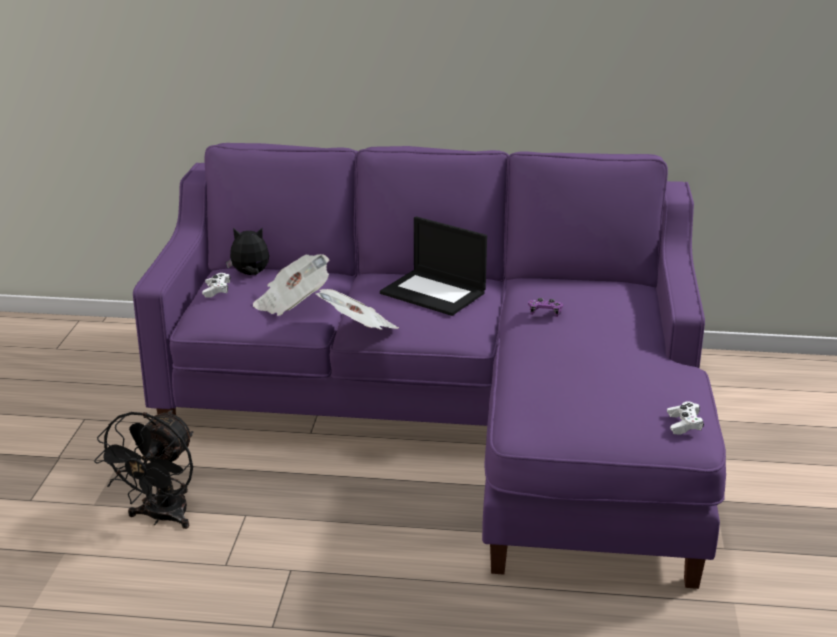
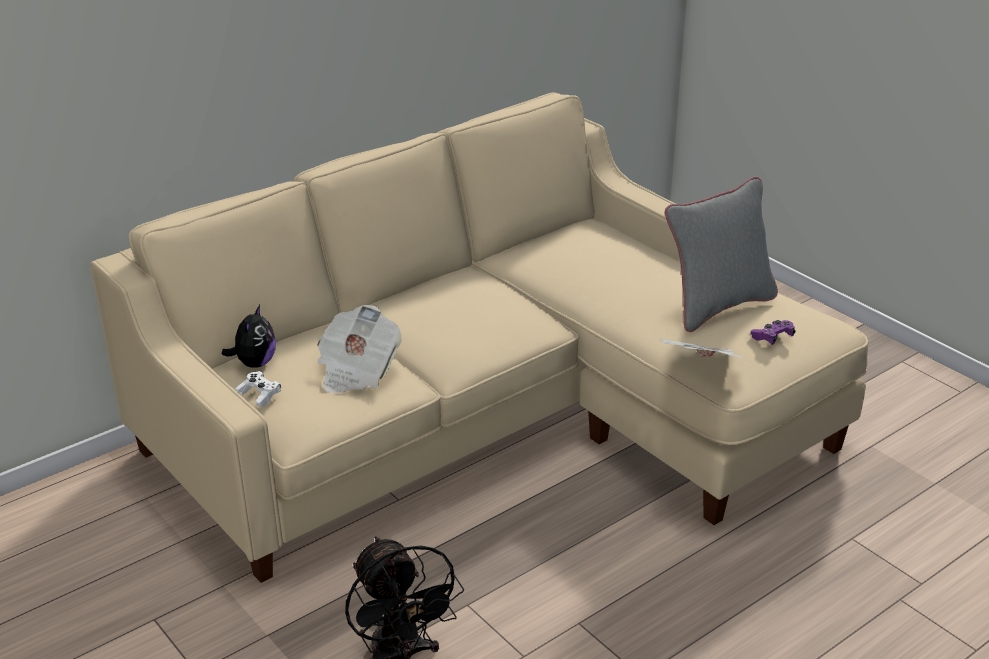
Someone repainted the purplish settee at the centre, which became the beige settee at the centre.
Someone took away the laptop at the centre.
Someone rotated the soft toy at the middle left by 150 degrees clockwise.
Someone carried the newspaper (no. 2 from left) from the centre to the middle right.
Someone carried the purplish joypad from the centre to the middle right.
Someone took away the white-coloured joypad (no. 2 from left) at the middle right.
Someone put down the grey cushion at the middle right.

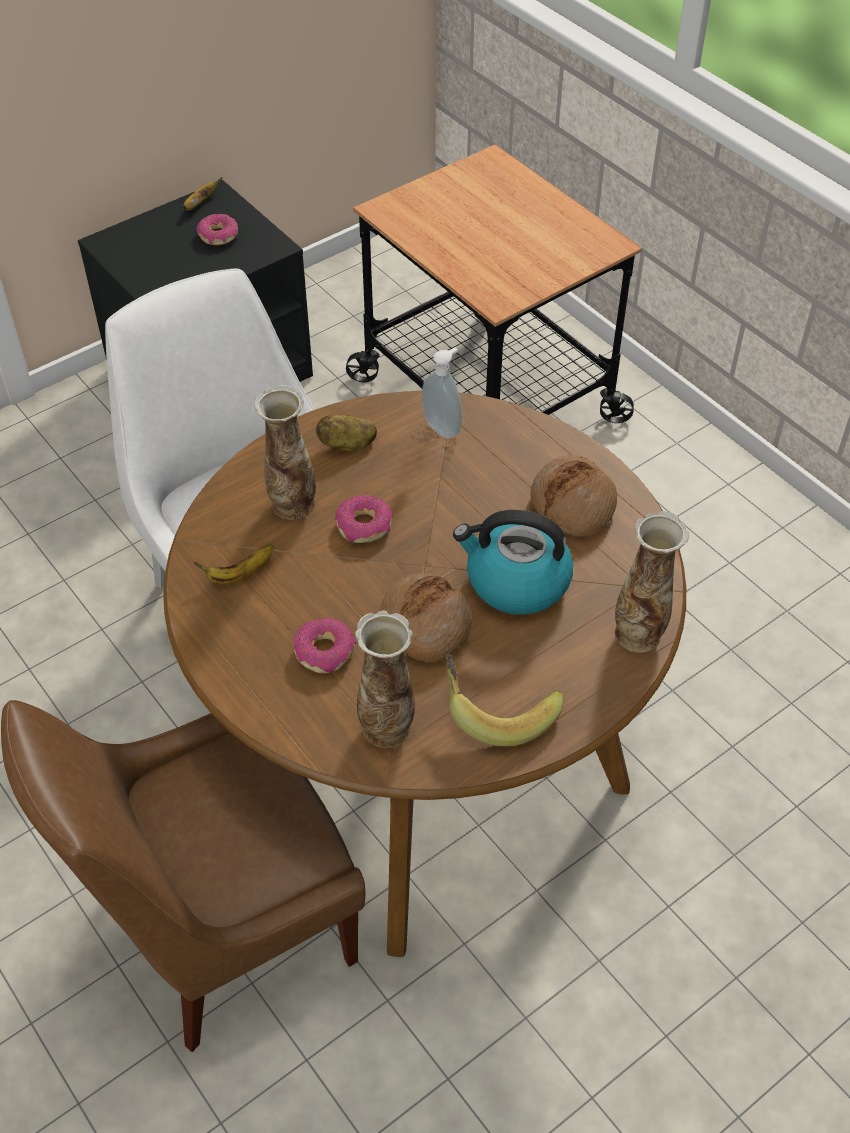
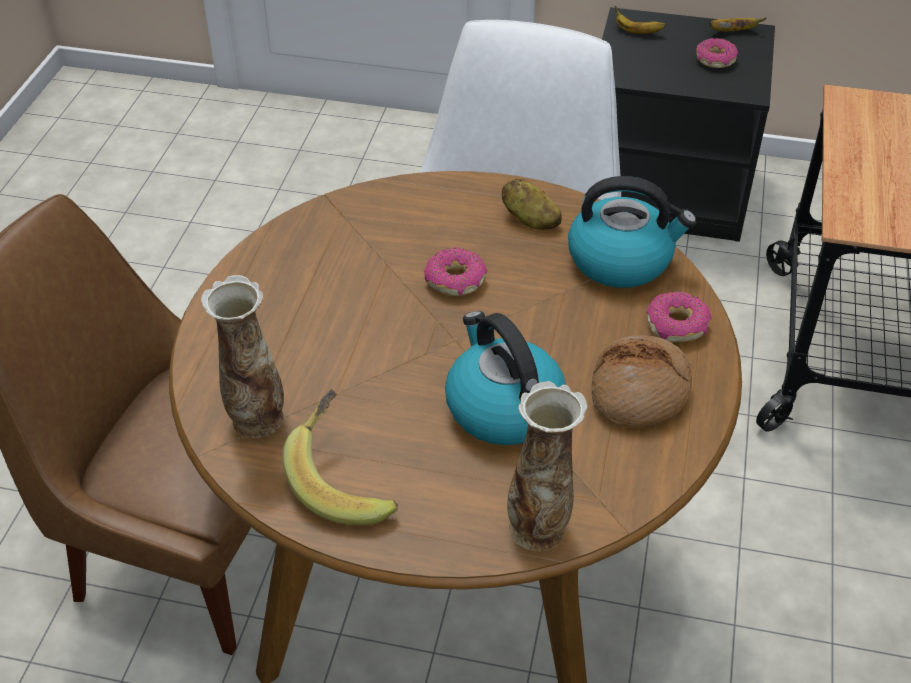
Someone swapped the liquid soap bottle at the centre for the kettle (no. 2 from left) at the middle right.
Someone took away the decorative vase (no. 1 from left) at the centre.
Someone carried the banana fruit (no. 2 from left) from the middle left to the top right.
Someone took away the bread (no. 1 from left) at the centre.
Someone carried the doughnut (no. 2 from left) from the centre to the middle right.

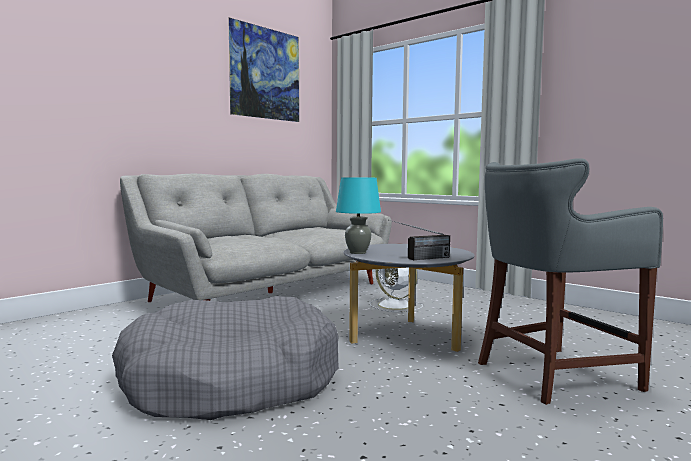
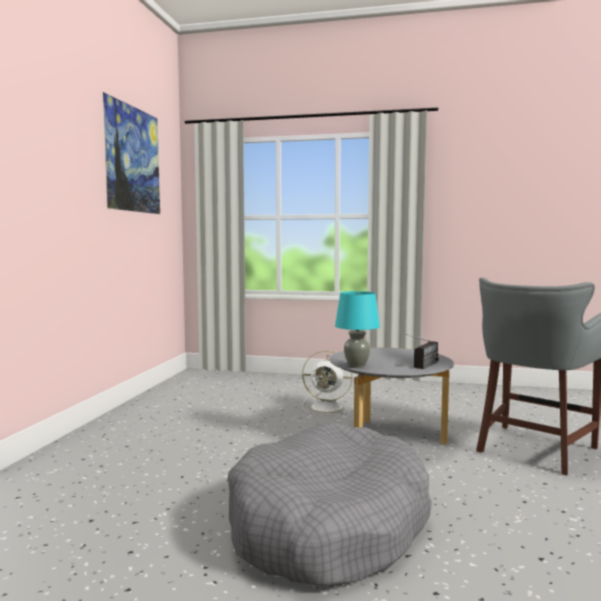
Someone took away the grey settee at the centre.

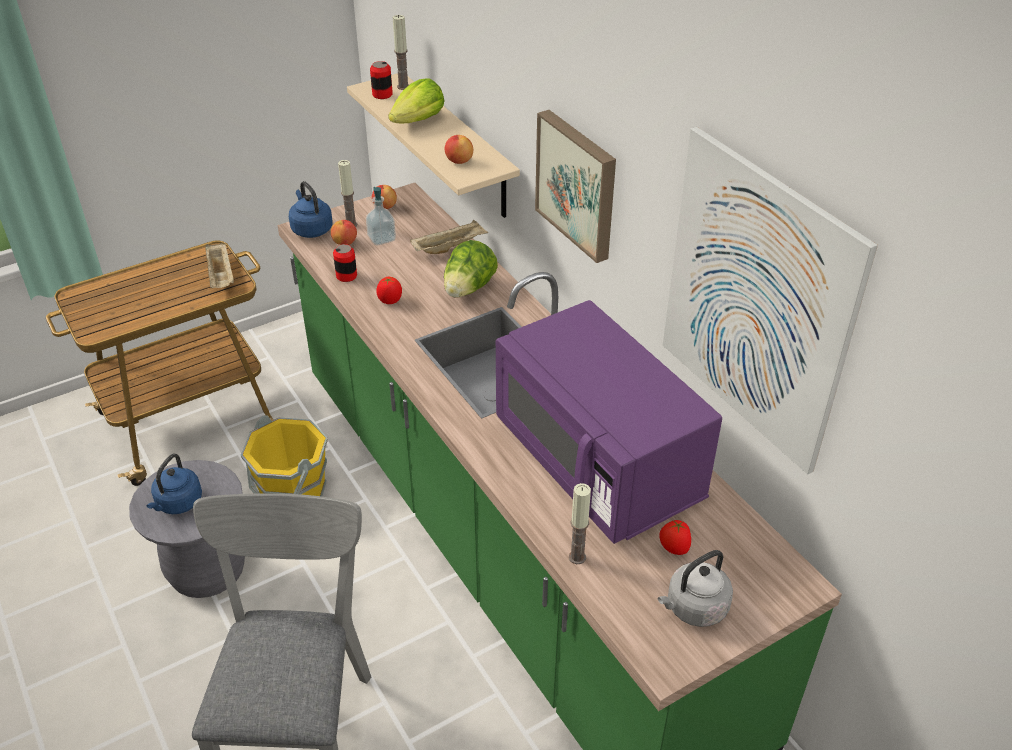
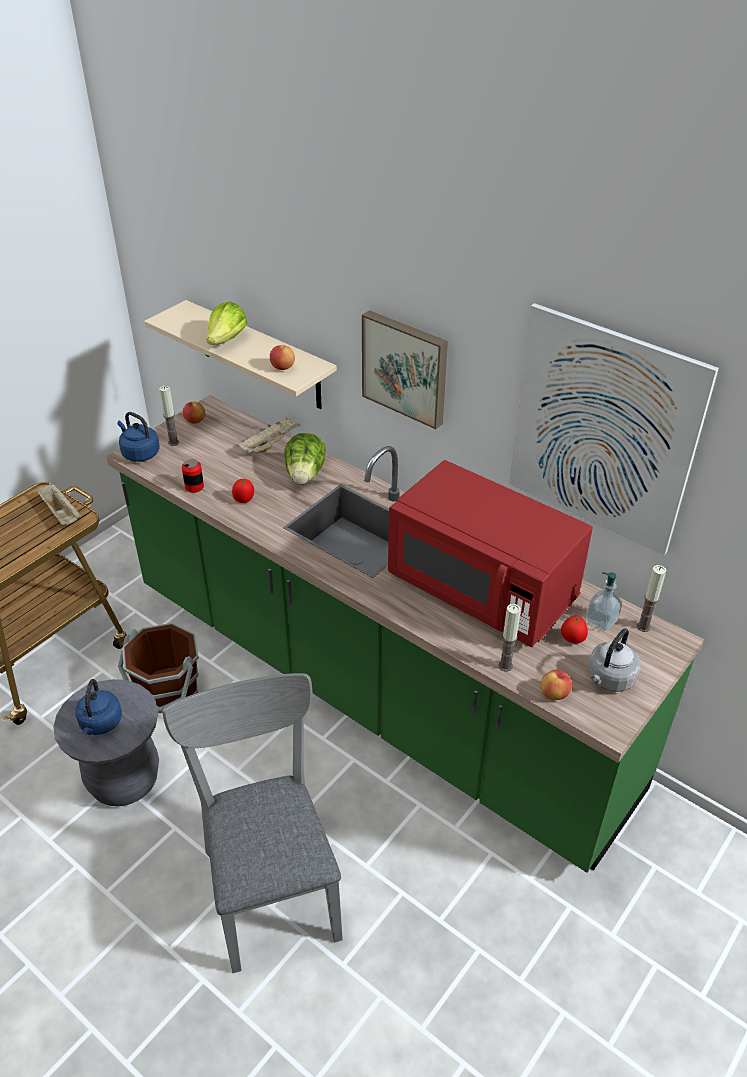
Someone carried the wax light (no. 2 from left in the first image) from the top centre to the middle right.
Someone took away the sealed can (no. 2 from left) at the top centre.
Someone carried the liquid soap bottle from the top centre to the middle right.
Someone carried the apple fruit (no. 1 from left in the first image) from the top centre to the middle right.
Someone repainted the purplish kitchen microwave at the centre, which became the red kitchen microwave at the centre.
Someone repainted the yellowish water bucket at the middle left, which became the brown water bucket at the middle left.

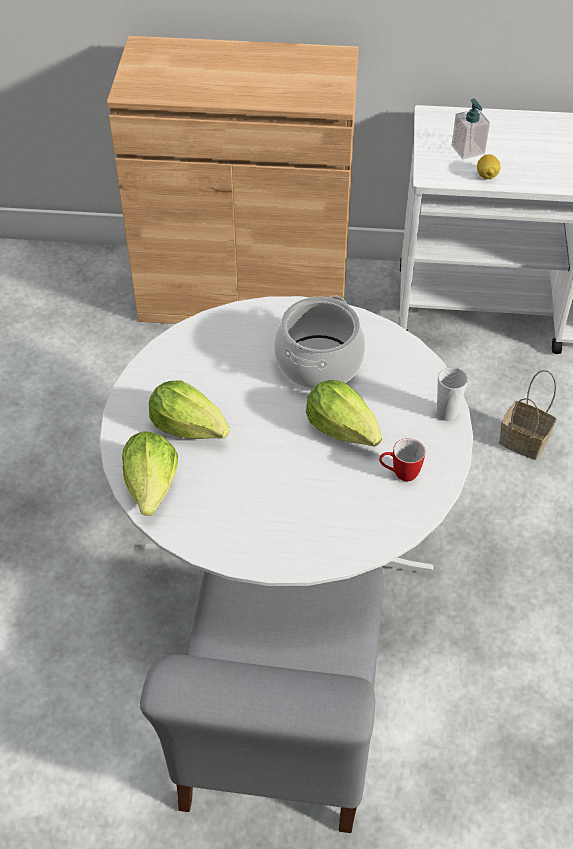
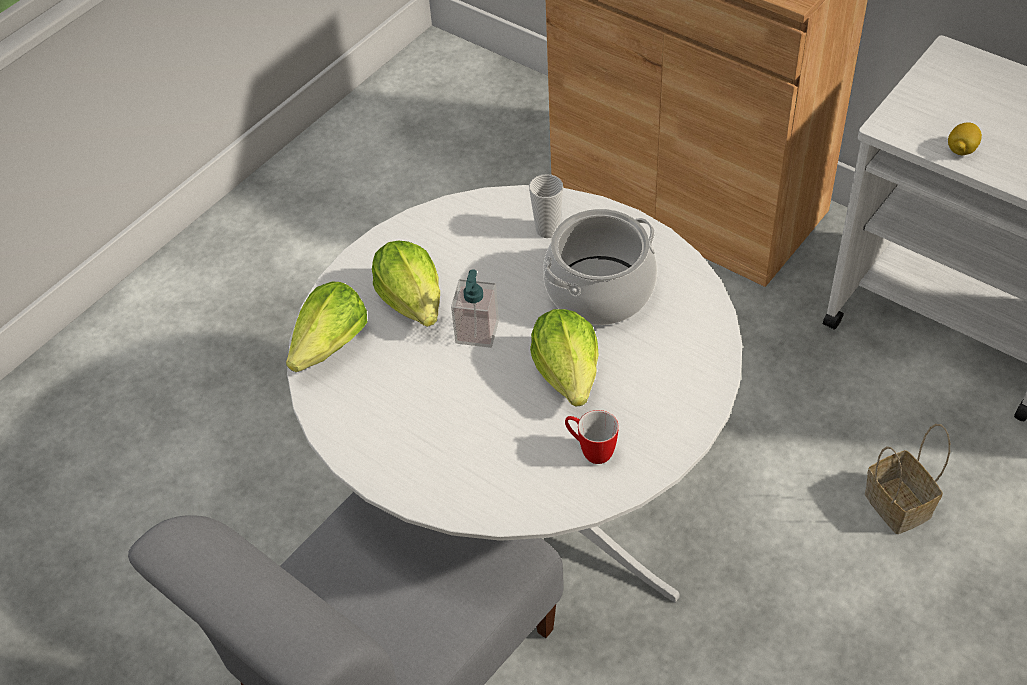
Someone carried the liquid soap bottle from the top right to the centre.
Someone carried the small cup from the middle right to the top centre.

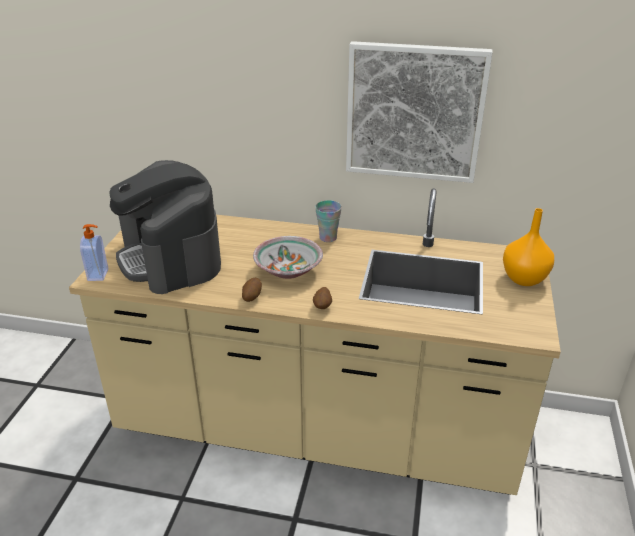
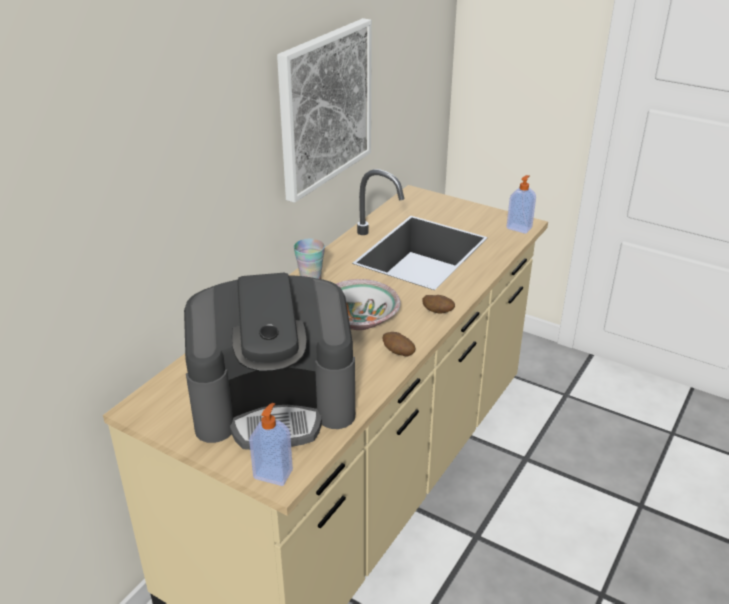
Someone took away the orangey decorative vase at the middle right.
Someone put down the liquid soap bottle (no. 2 from left) at the middle right.

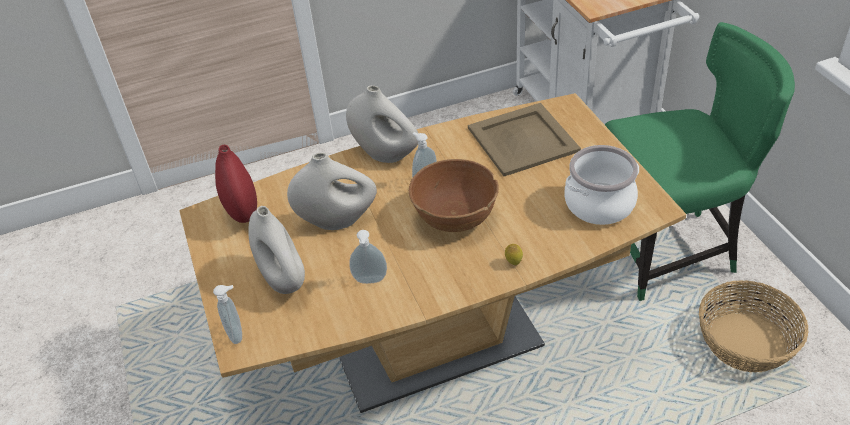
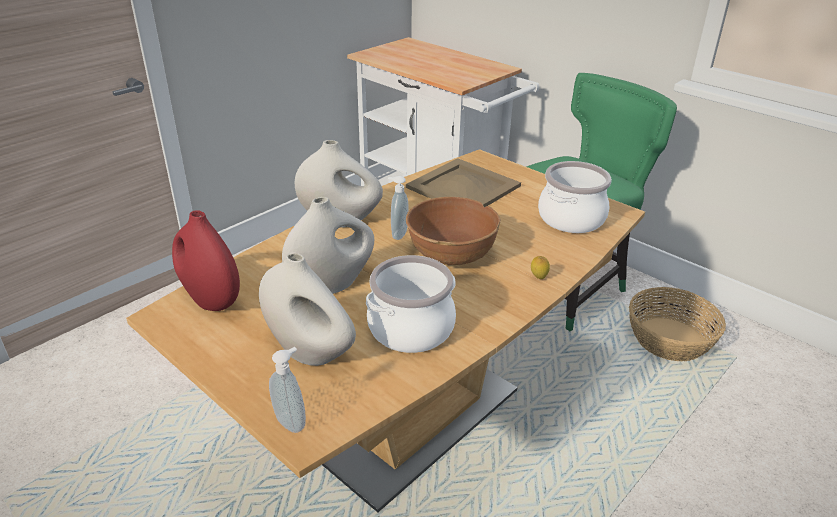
Someone swapped the liquid soap bottle (no. 2 from left) at the centre for the saucepot (no. 1 from left) at the centre.

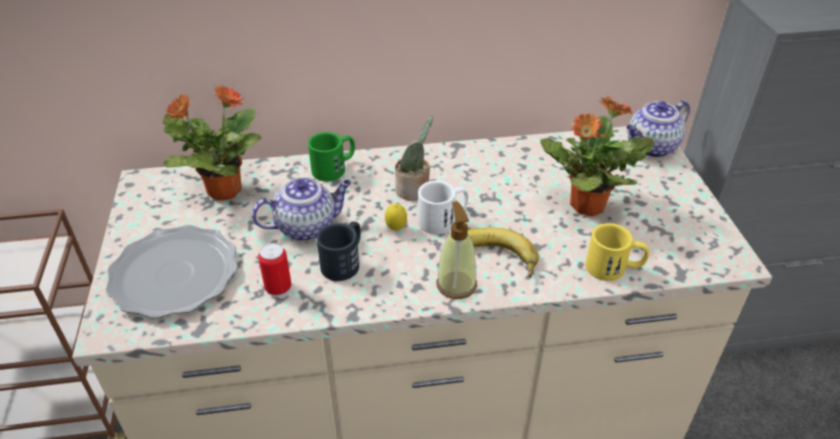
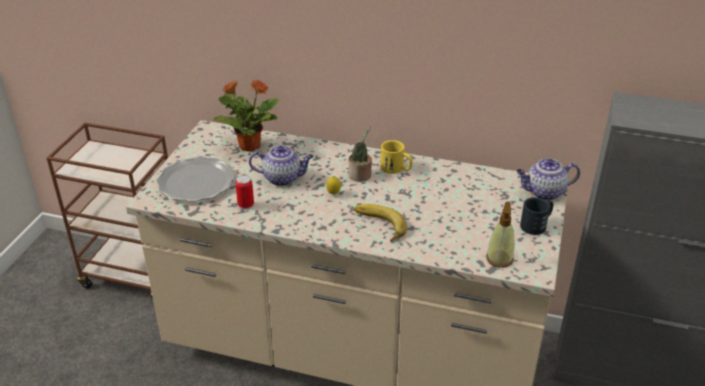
Someone took away the houseplant (no. 3 from left) at the middle right.
Someone took away the green coffee mug at the centre.
Someone took away the white-coloured coffee mug at the centre.
Someone carried the liquid soap bottle from the centre to the middle right.
Someone carried the black-coloured coffee mug from the centre to the middle right.
Someone carried the yellowish coffee mug from the middle right to the centre.

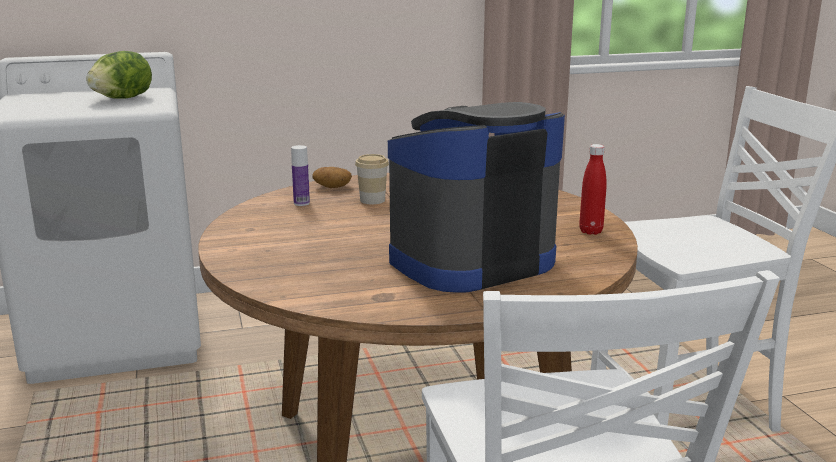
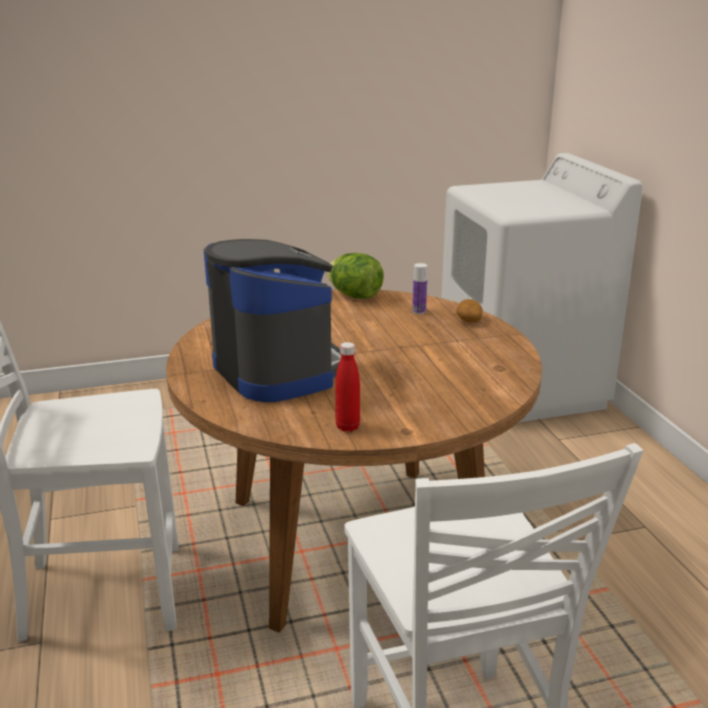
Someone carried the lettuce from the top left to the centre.
Someone took away the small cup at the centre.

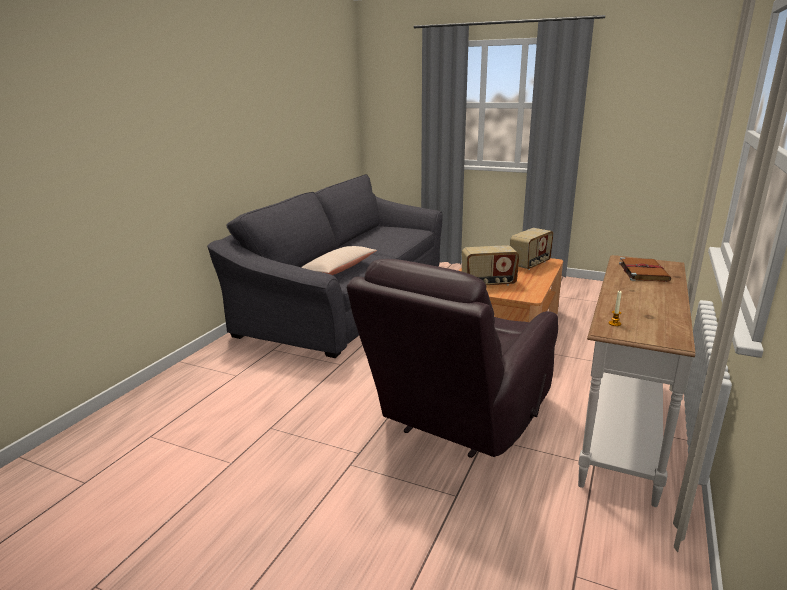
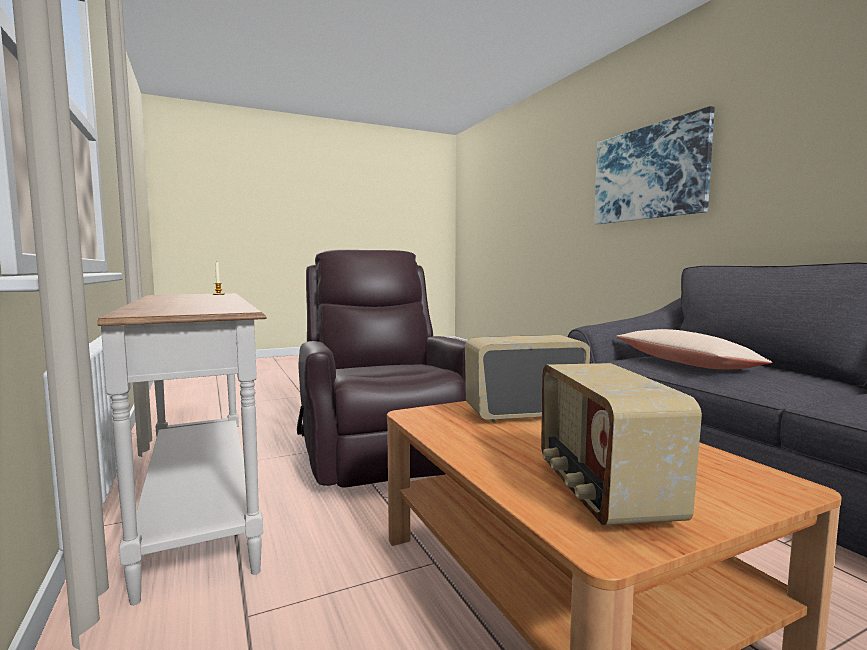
Someone rotated the radio (no. 1 from left) at the centre by 45 degrees clockwise.
Someone took away the brown book at the middle right.
Someone put up the picture at the top right.

